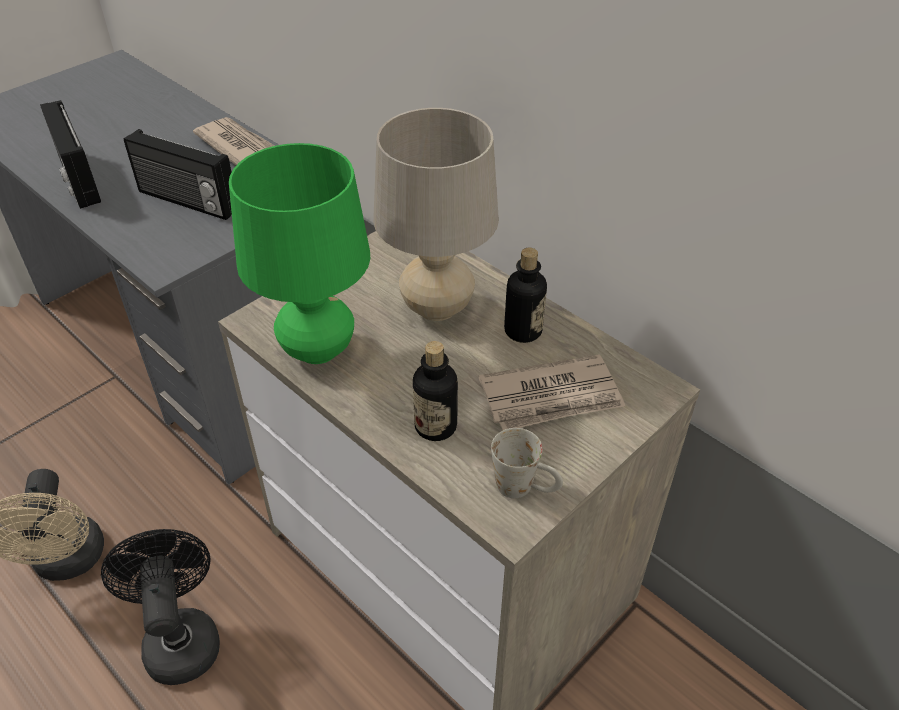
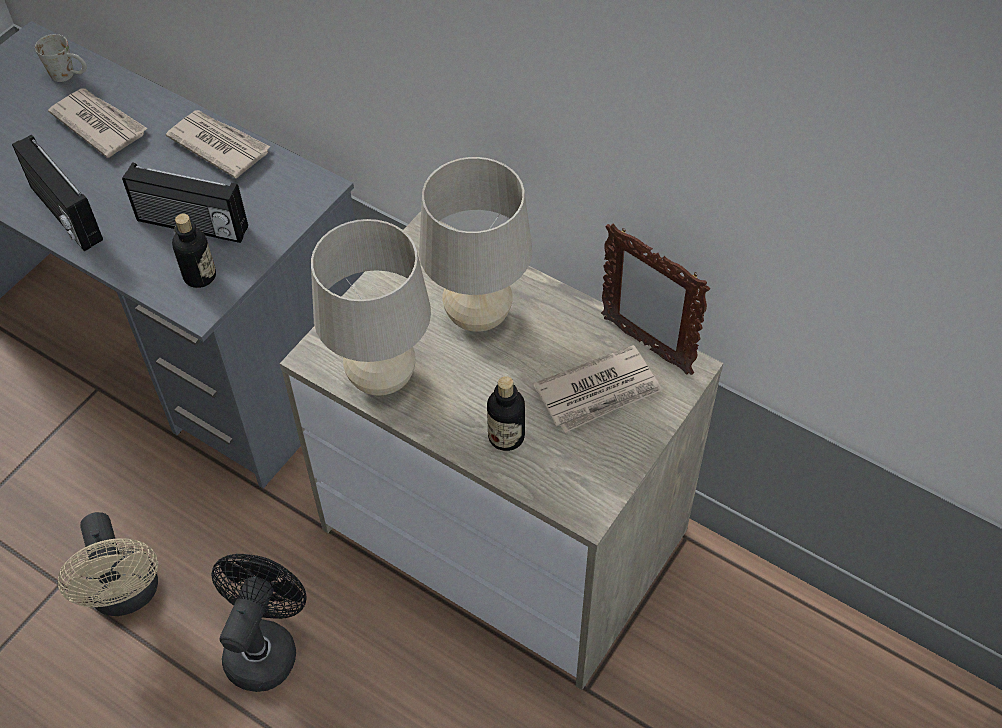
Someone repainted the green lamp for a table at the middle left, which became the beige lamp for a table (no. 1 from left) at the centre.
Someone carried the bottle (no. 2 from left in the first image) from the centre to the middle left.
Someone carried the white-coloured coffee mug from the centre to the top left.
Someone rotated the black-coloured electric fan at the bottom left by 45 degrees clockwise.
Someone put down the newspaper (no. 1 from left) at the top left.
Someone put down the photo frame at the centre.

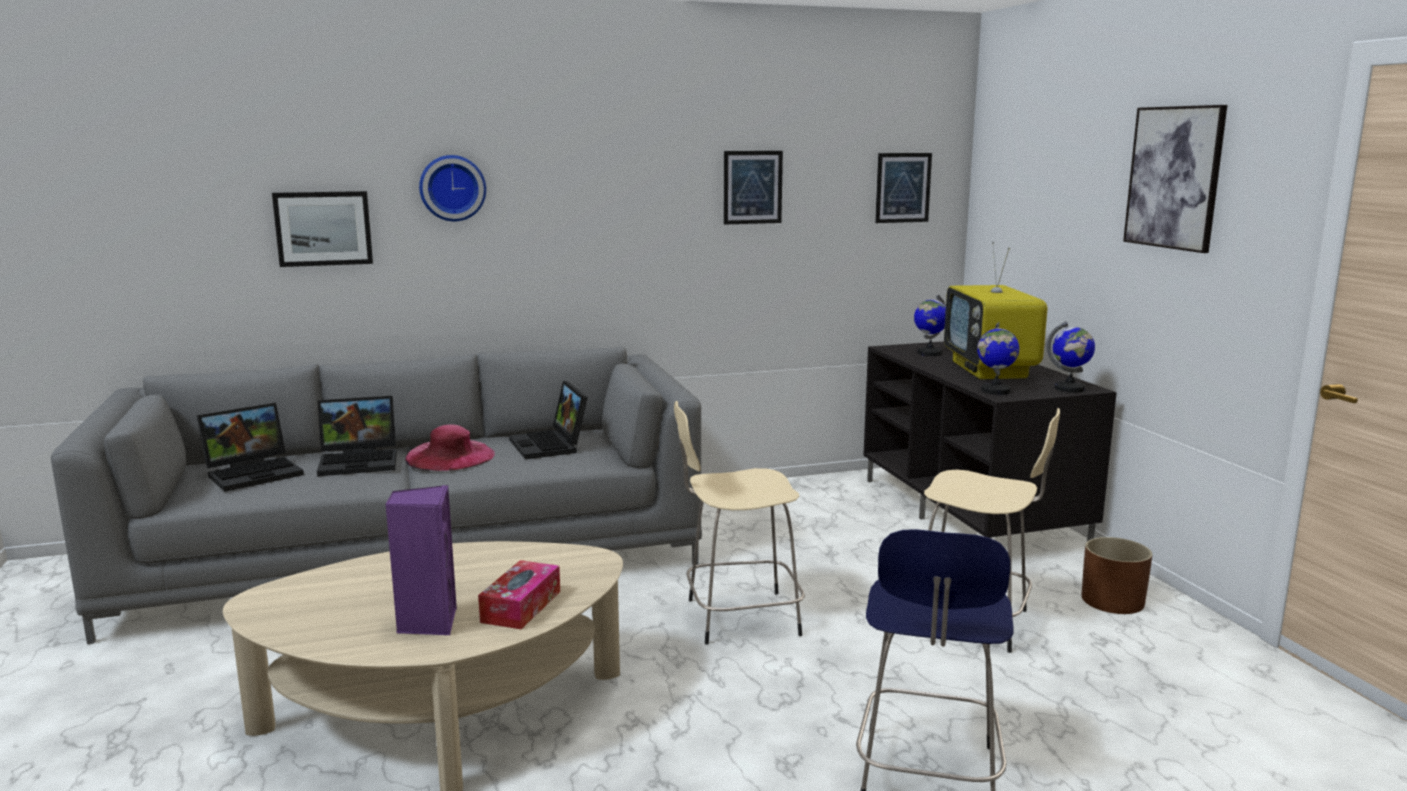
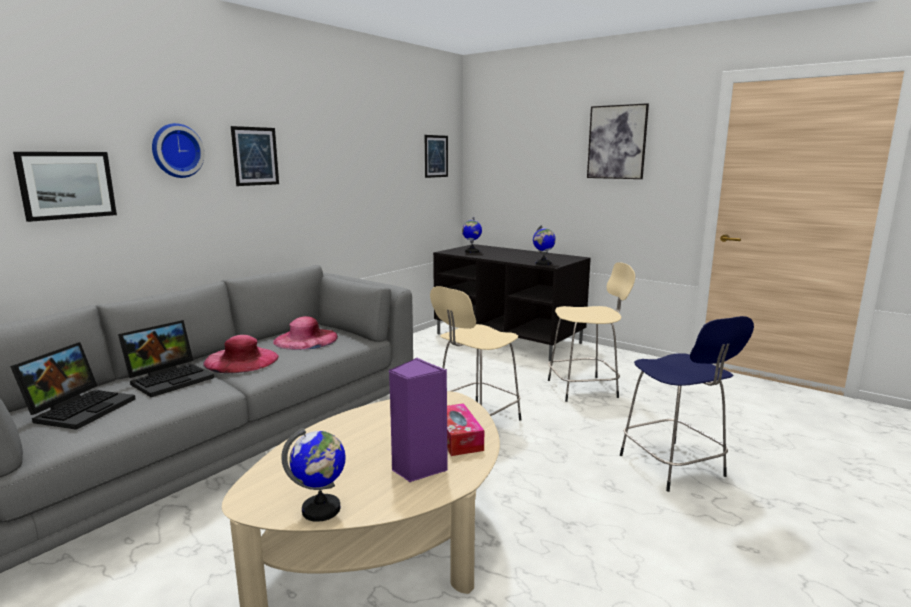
Someone carried the picture (no. 2 from left) from the top centre to the top left.
Someone took away the TV set at the middle right.
Someone carried the world globe (no. 3 from left in the first image) from the middle right to the bottom centre.
Someone swapped the laptop (no. 3 from left) at the centre for the pinkish clothing hat (no. 2 from left) at the centre.
Someone took away the brown flower pot at the bottom right.

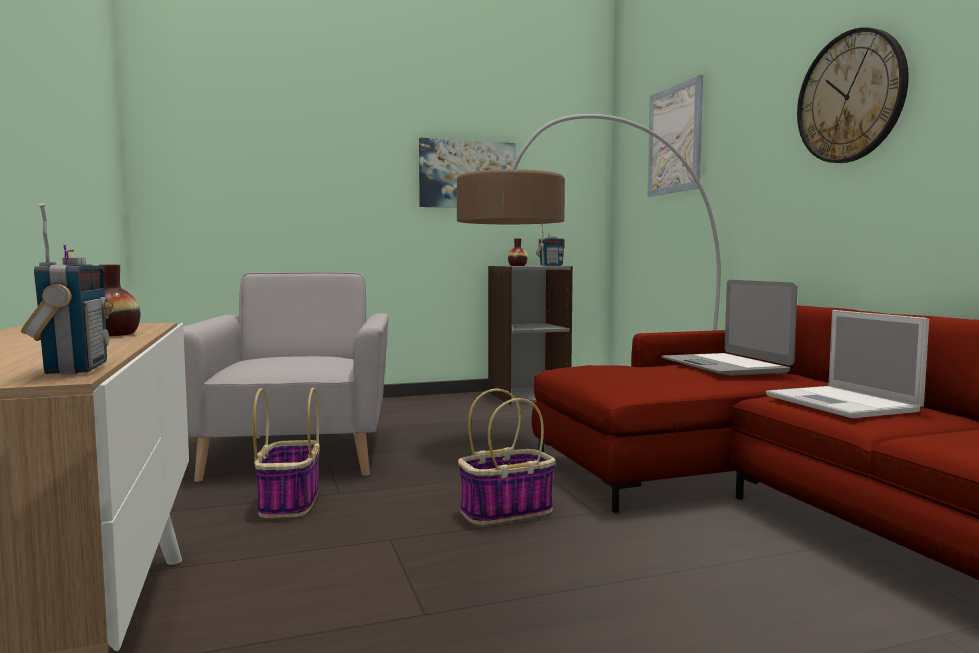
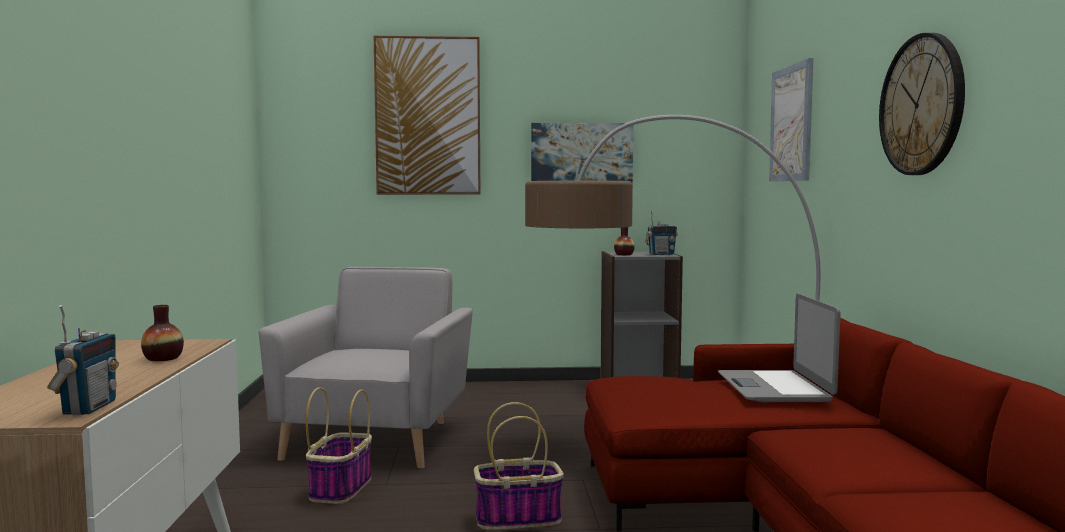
Someone took away the laptop (no. 2 from left) at the middle right.
Someone put up the picture (no. 1 from left) at the top centre.

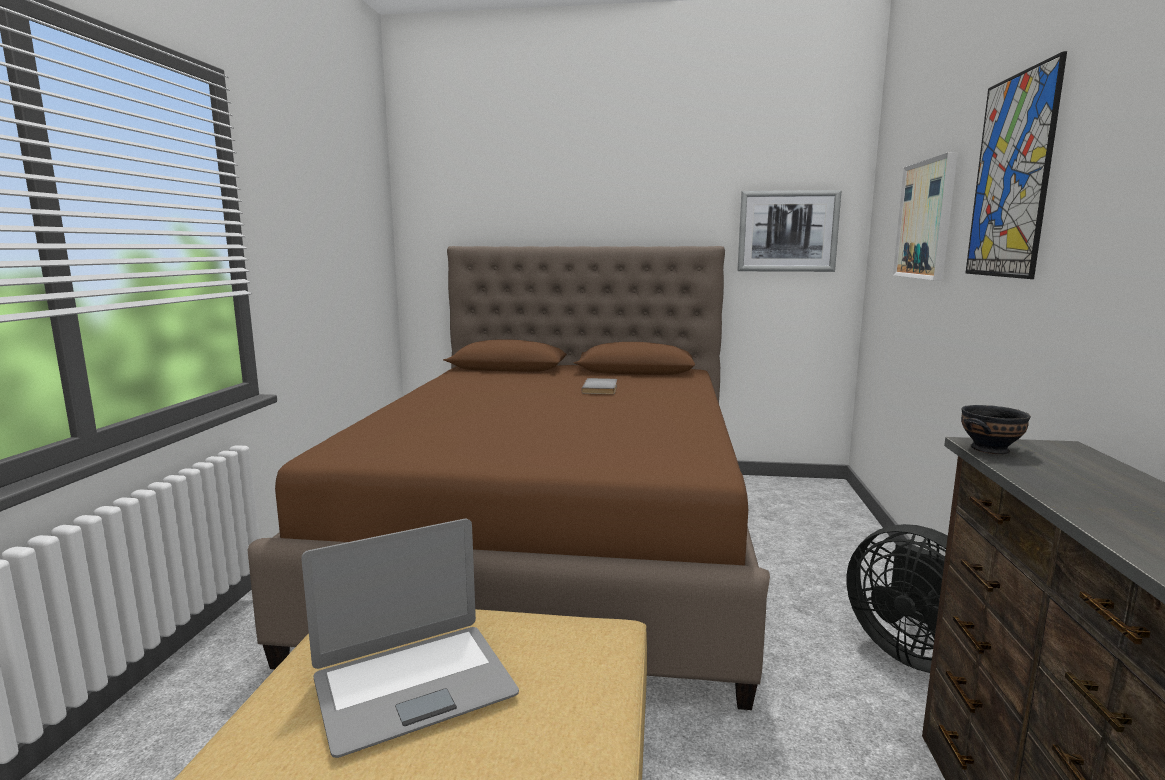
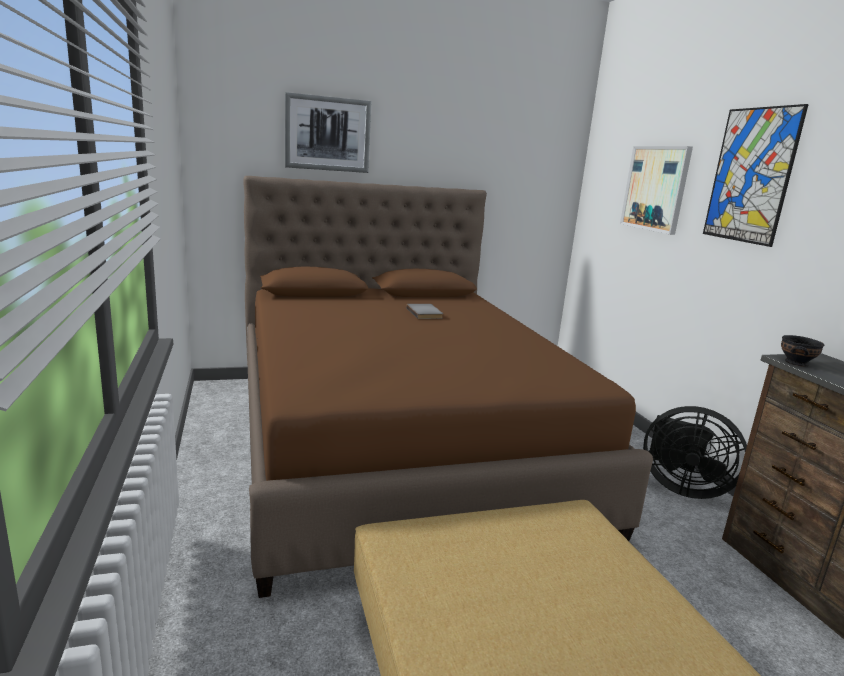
Someone carried the picture (no. 1 from left) from the top right to the top centre.
Someone took away the laptop at the bottom centre.

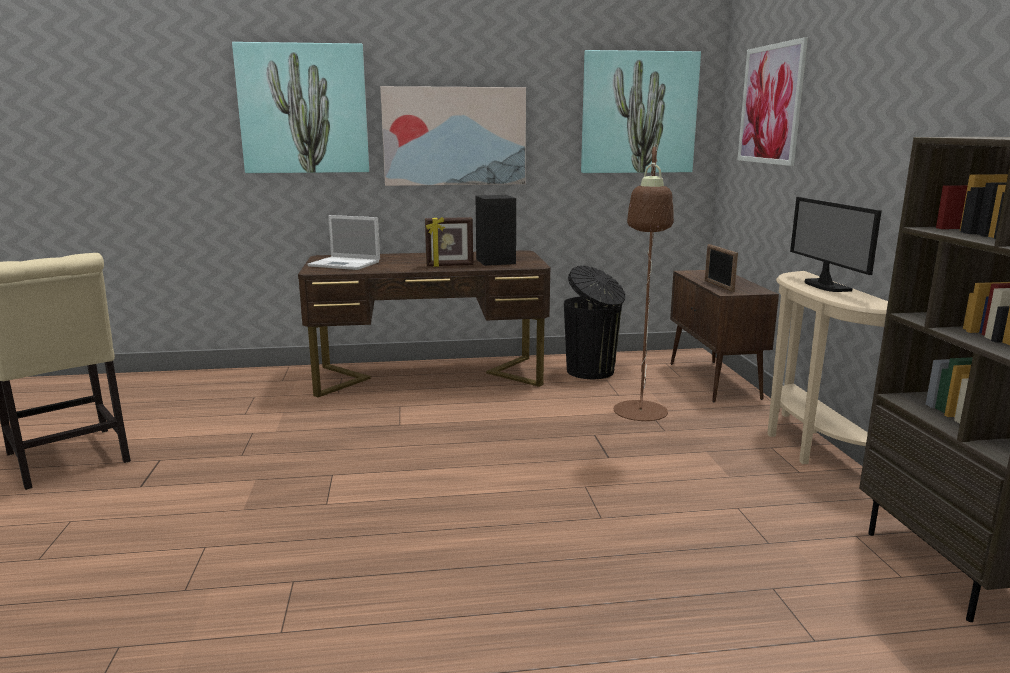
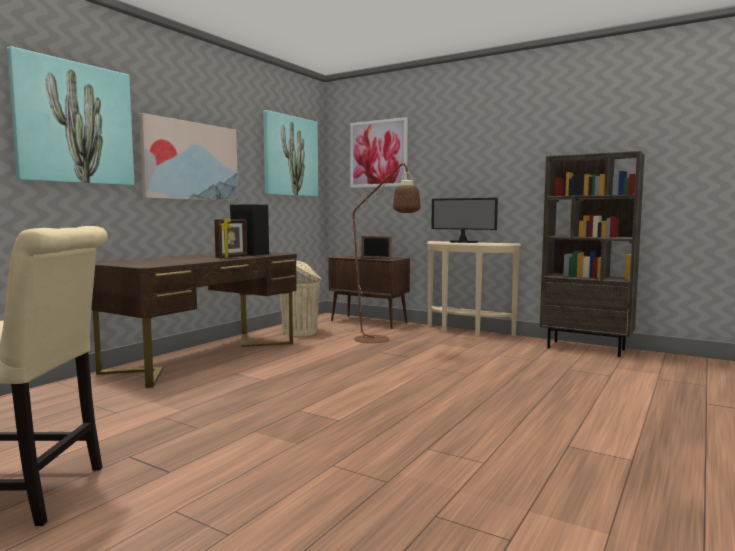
Someone took away the laptop at the centre.
Someone repainted the black-coloured trash can at the centre, which became the beige trash can at the centre.

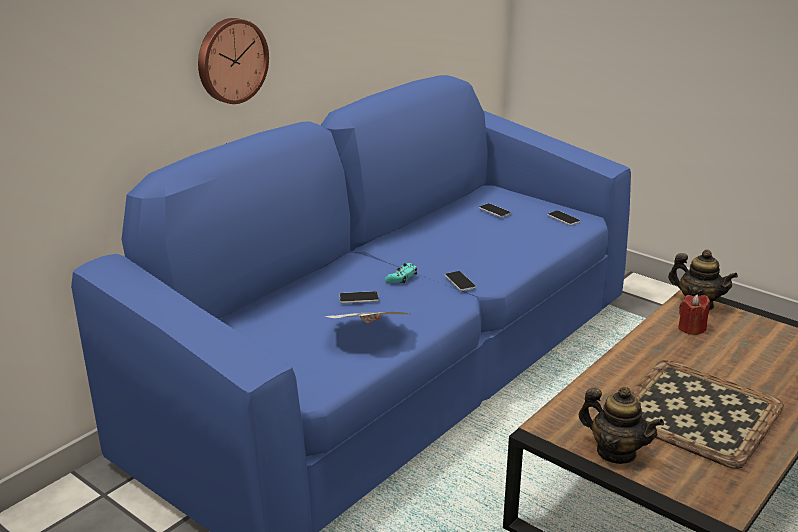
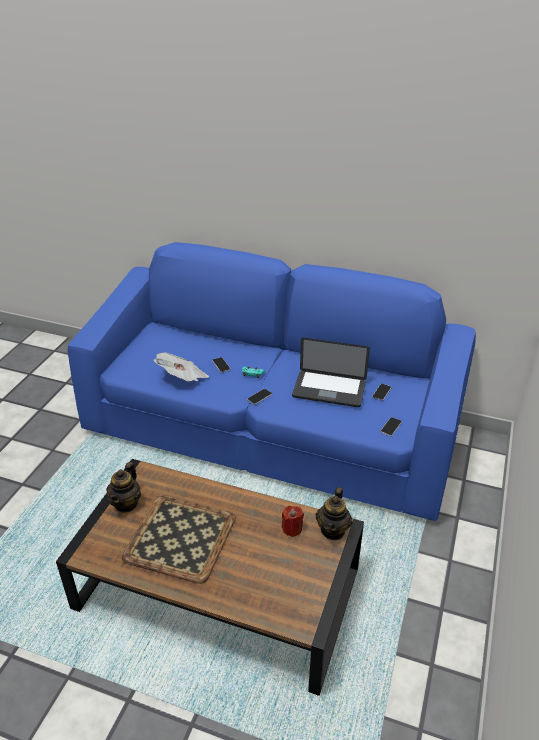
Someone took away the hanging clock at the top left.
Someone put down the laptop at the centre.

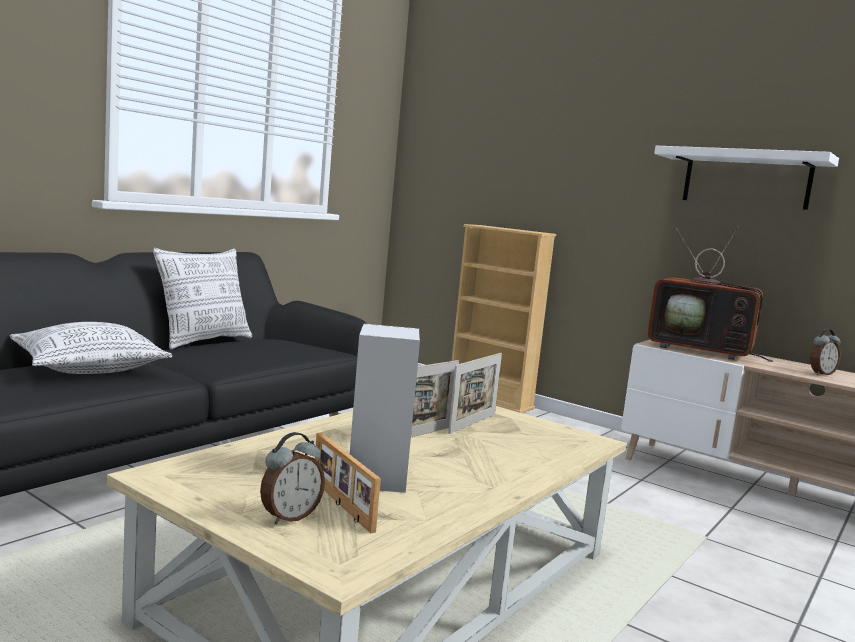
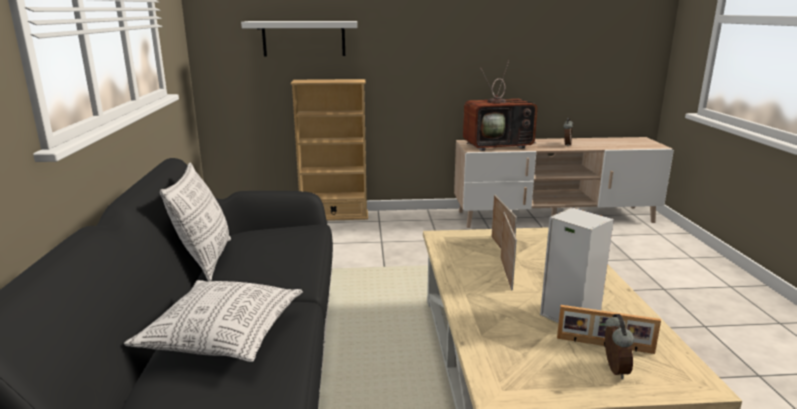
Someone carried the white-coloured shelf from the top right to the top centre.

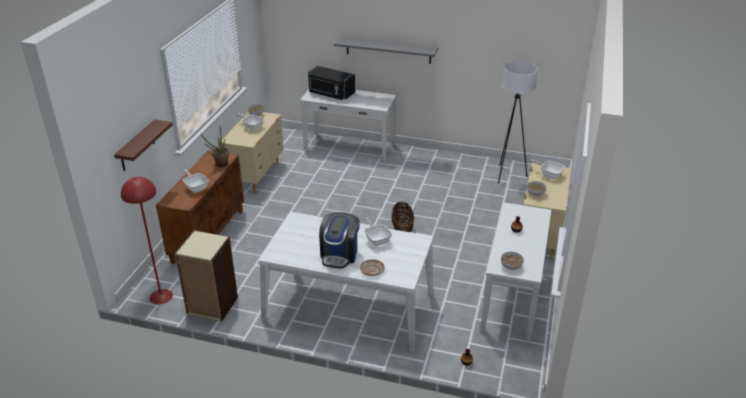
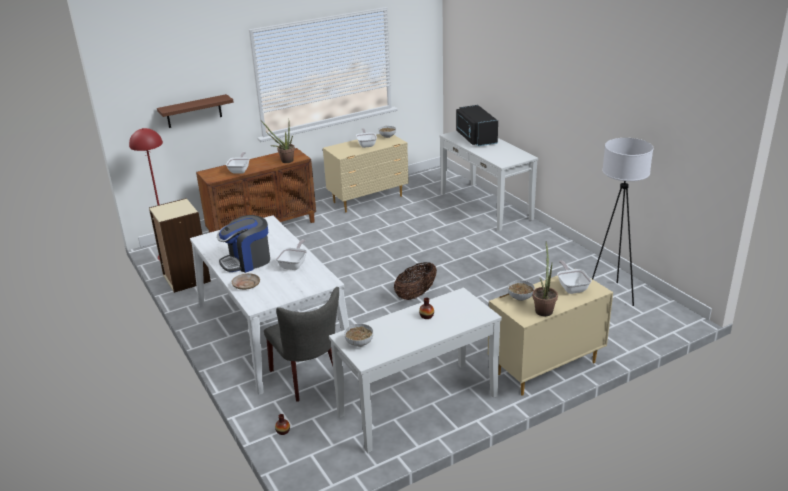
Someone took away the grey shelf at the top centre.
Someone put down the houseplant (no. 2 from left) at the middle right.
Someone put down the grey chair at the bottom centre.

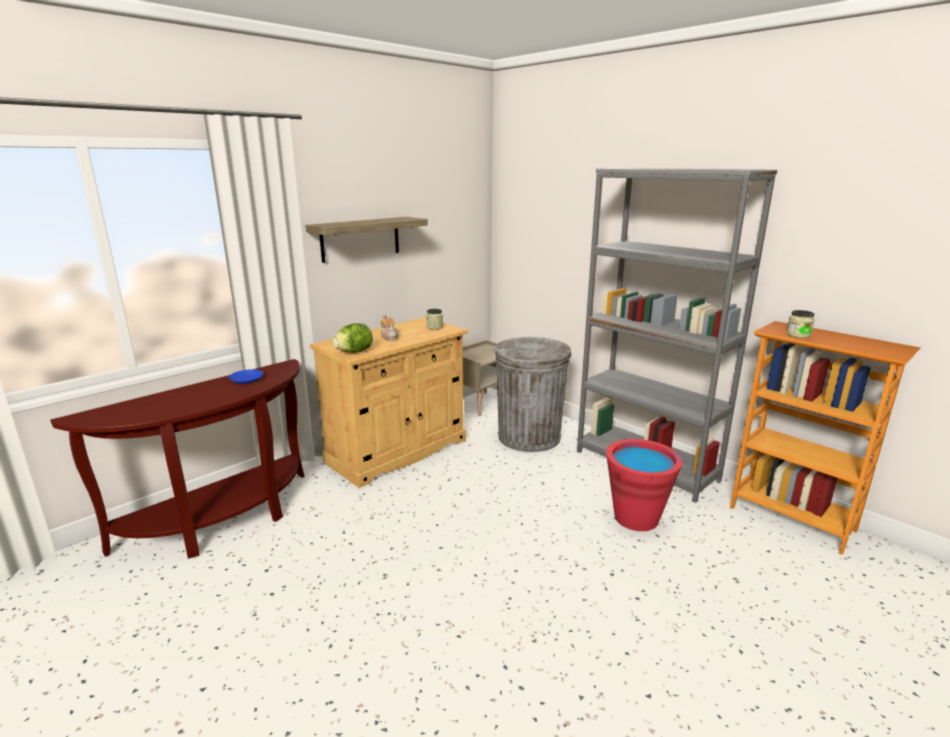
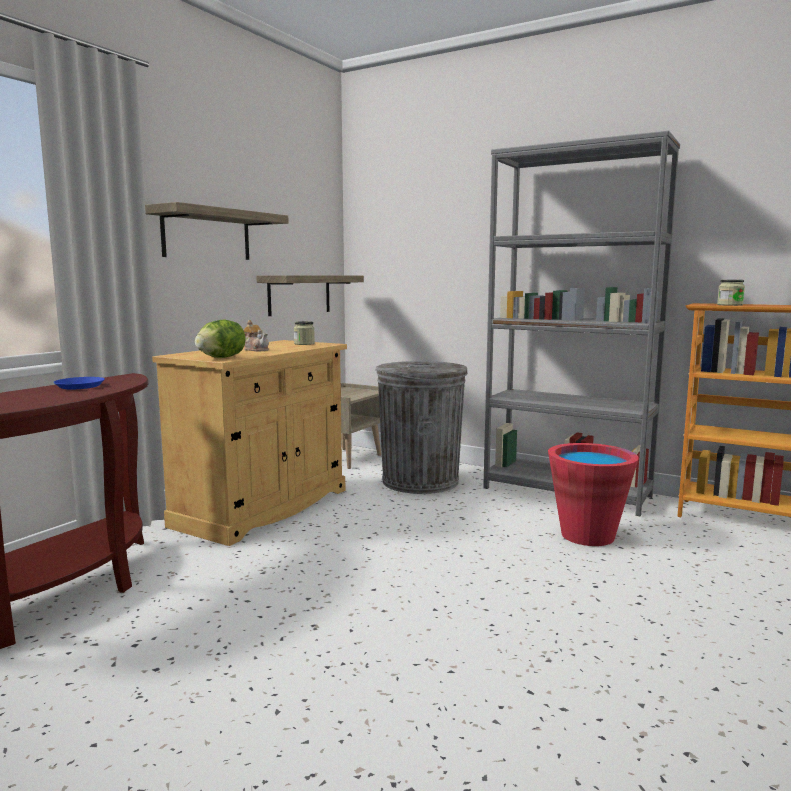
Someone put up the shelf (no. 2 from left) at the centre.

